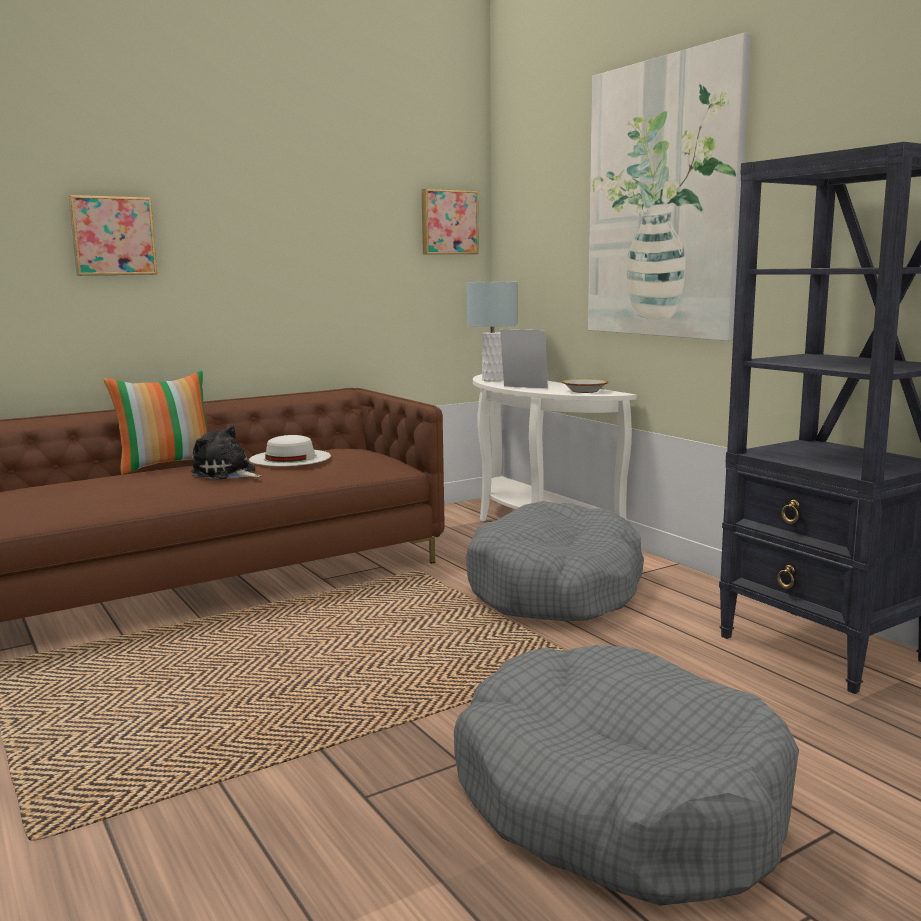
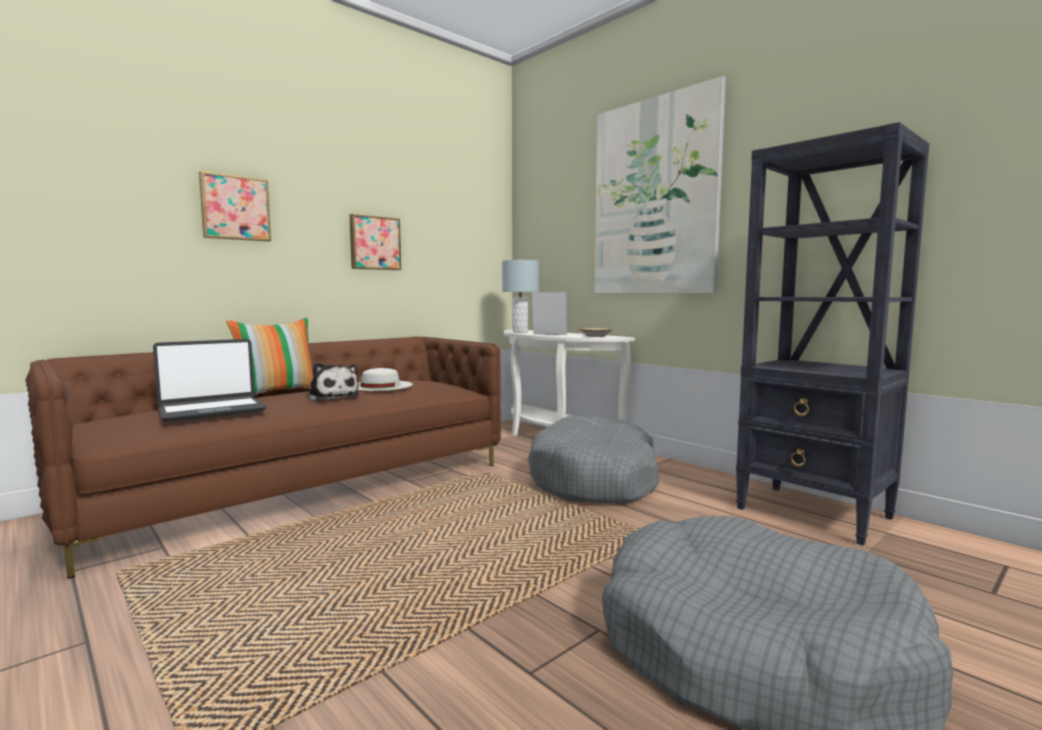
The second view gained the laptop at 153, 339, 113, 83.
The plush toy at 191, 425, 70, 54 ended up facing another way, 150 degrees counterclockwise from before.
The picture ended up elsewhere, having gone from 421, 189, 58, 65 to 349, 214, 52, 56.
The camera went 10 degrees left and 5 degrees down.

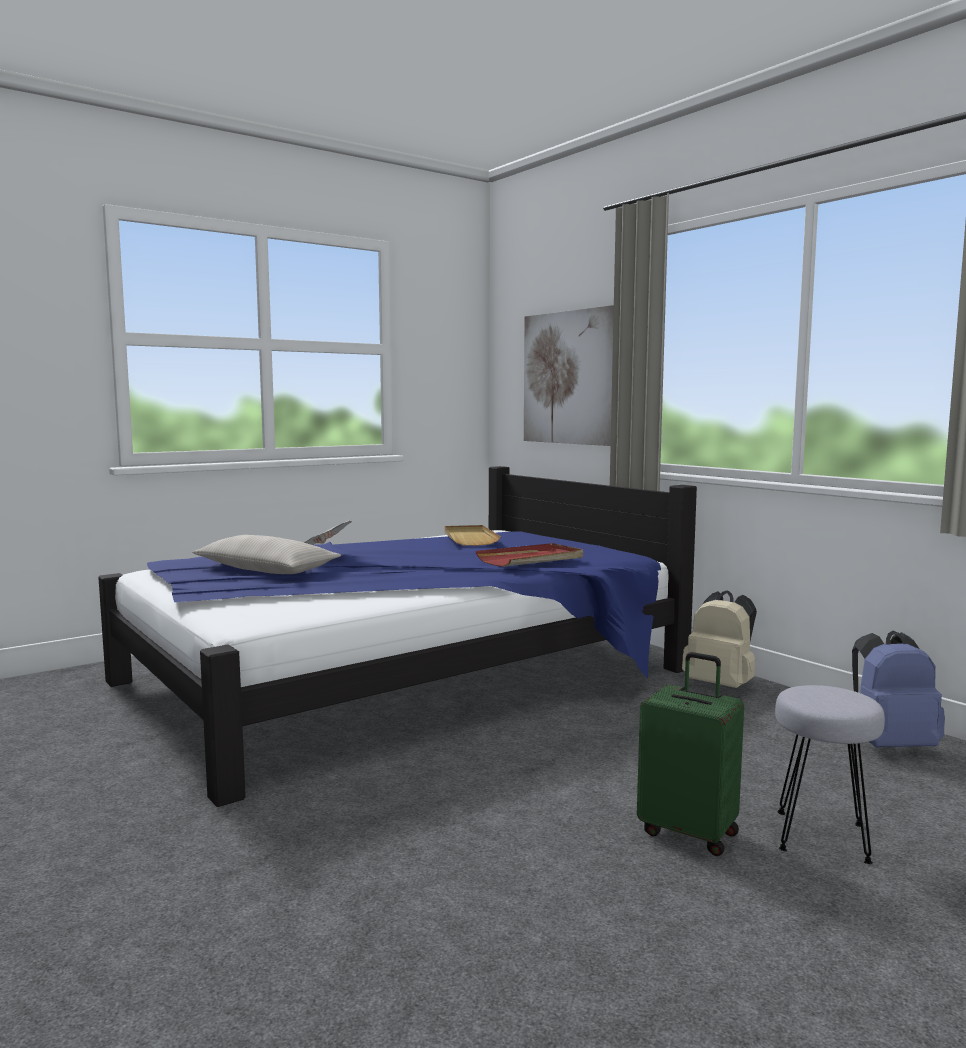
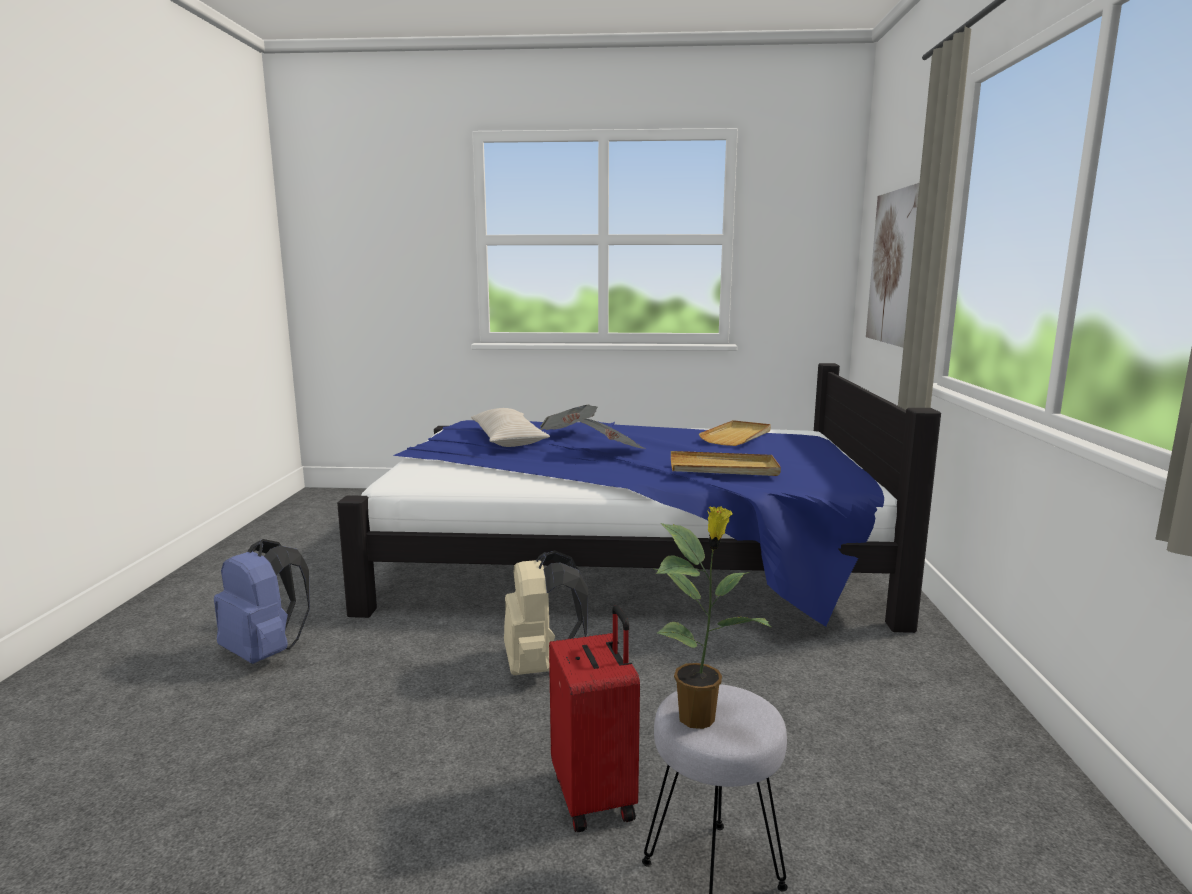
The backpack/blue ended up elsewhere, having gone from 852, 631, 93, 117 to 214, 539, 96, 125.
The backpack/beige ended up elsewhere, having gone from 682, 590, 75, 98 to 504, 550, 84, 125.
What was the suitcase/green at 637, 652, 107, 204 turned into the suitcase/red at 549, 605, 91, 227.
The second view gained the newspaper at 580, 419, 66, 30.
The second view gained the potted plant at 653, 506, 118, 223.
What was the tray/red at 476, 543, 107, 24 turned into the tray/beige at 671, 451, 110, 25.
The camera went 40 degrees right and 5 degrees up.

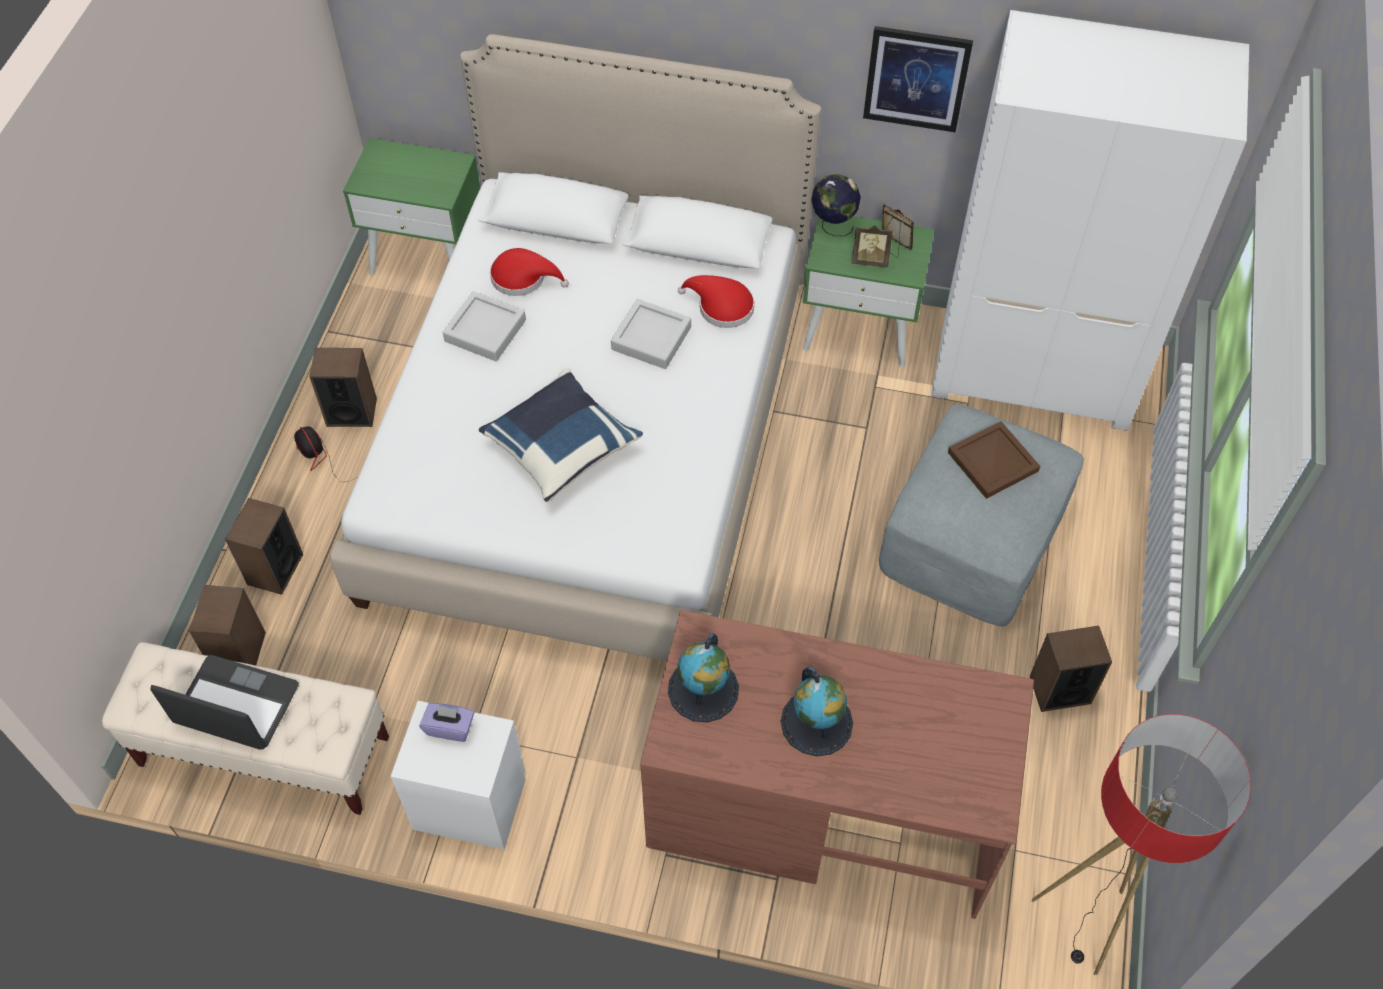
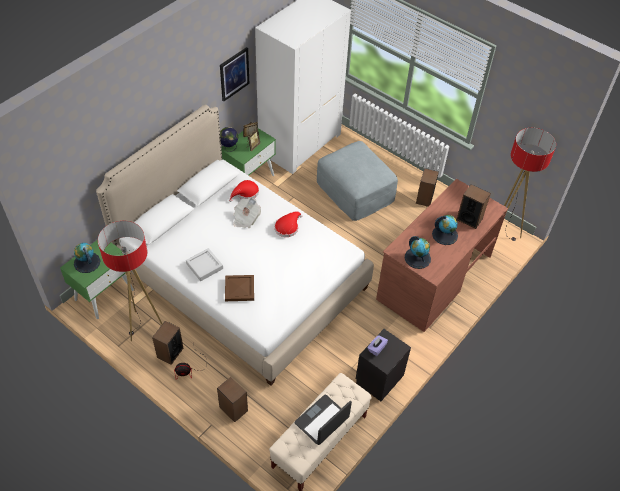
The second view gained the globe at 74, 243, 26, 30.
The second view gained the floor lamp at 98, 221, 64, 120.
The tray/brown ended up elsewhere, having gone from 948, 421, 92, 78 to 225, 275, 29, 26.
Where the tray/grey stood at 611, 299, 80, 70, the newspaper came to stand at 233, 198, 28, 30.
The hat/red ended up elsewhere, having gone from 490, 248, 79, 48 to 275, 211, 27, 26.
What was the nightstand/white at 390, 701, 136, 149 turned into the nightstand/black at 356, 329, 55, 72.
The speaker ended up elsewhere, having gone from 189, 585, 77, 81 to 456, 184, 35, 45.
The second view lost the pillow/blue at 479, 368, 164, 134.
The camera went 65 degrees left and 5 degrees down.

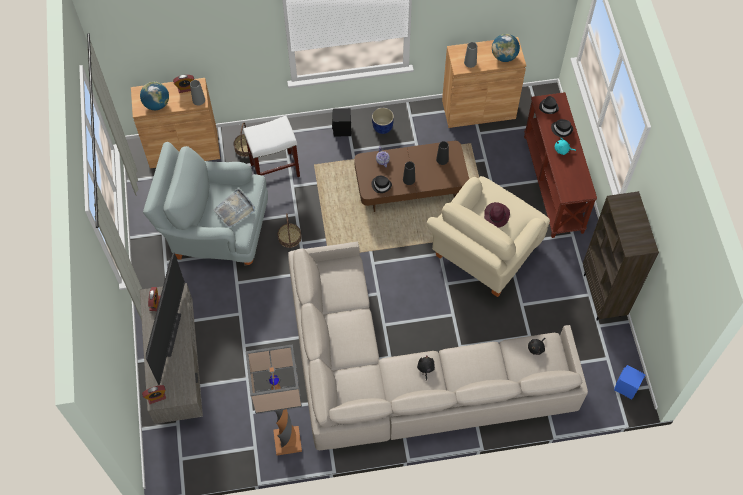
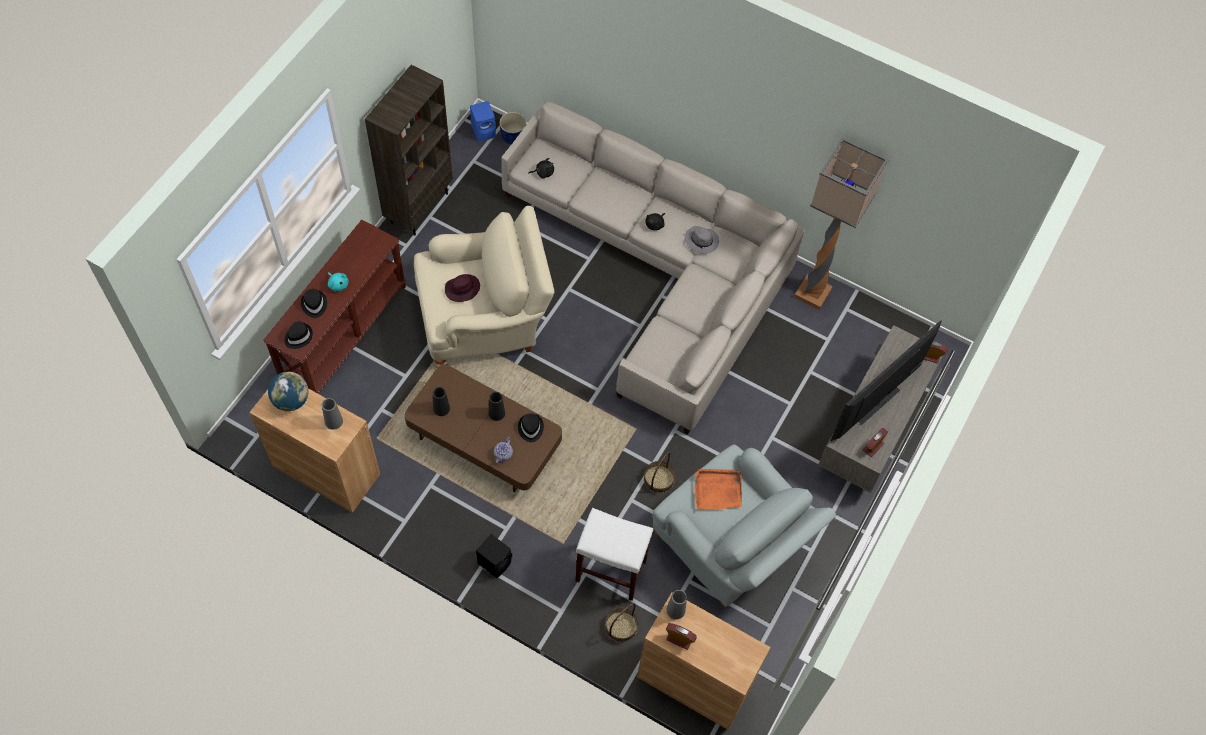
The planter/blue ended up elsewhere, having gone from 372, 108, 22, 26 to 499, 112, 27, 32.
The second view gained the hat/grey at 685, 226, 34, 28.
What was the tray/grey at 214, 188, 41, 39 turned into the tray/orange at 694, 469, 48, 41.
The second view lost the globe at 140, 82, 29, 28.
The camera went 145 degrees left and 0 degrees up.

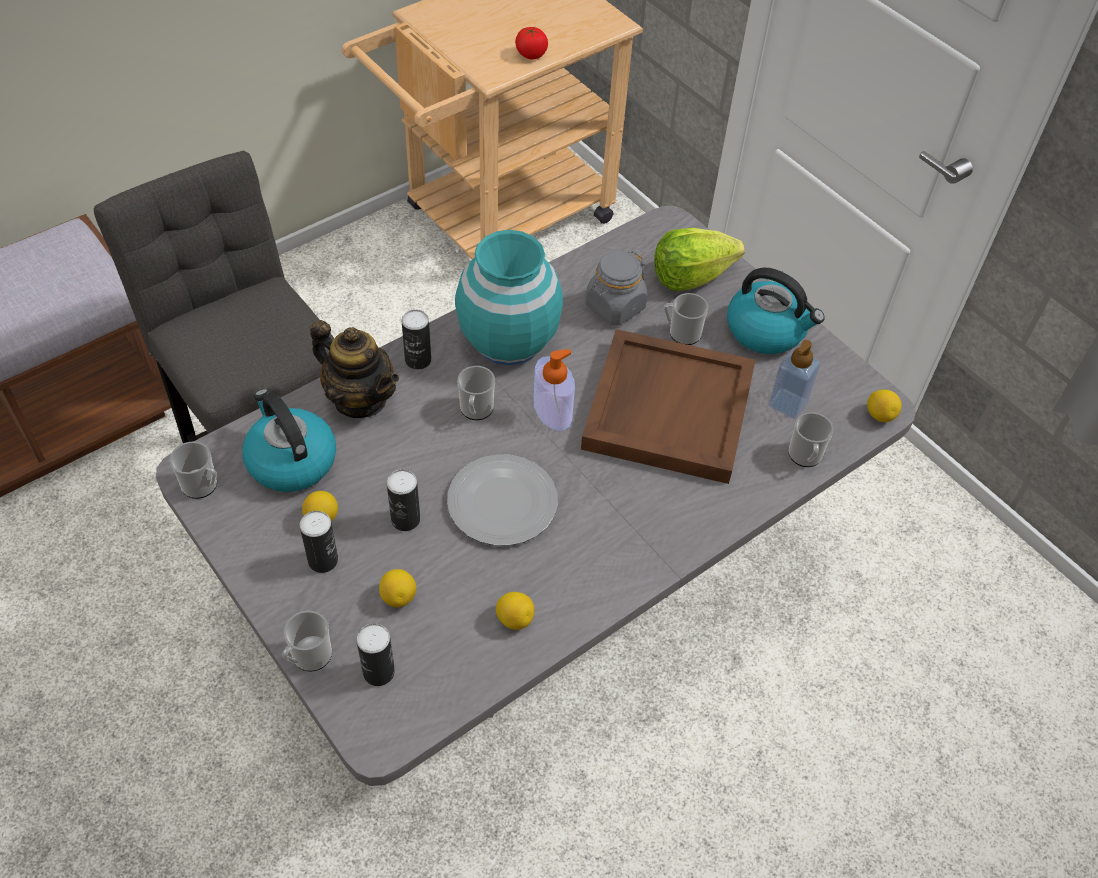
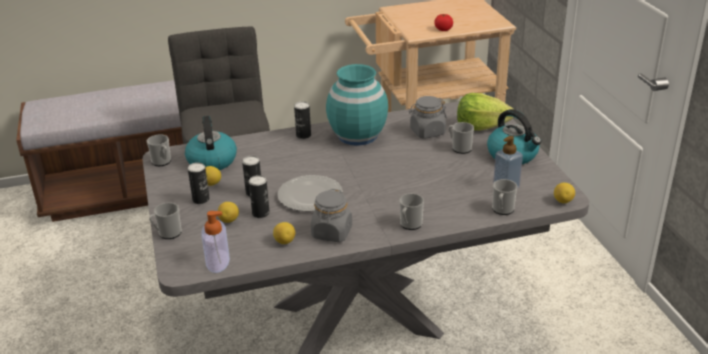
The soap dispenser ended up elsewhere, having gone from 534, 349, 41, 82 to 201, 211, 29, 62.
The can ended up elsewhere, having gone from 356, 624, 39, 62 to 249, 175, 21, 43.
The second view gained the jar/grey at 311, 189, 41, 53.
The mug ended up elsewhere, having gone from 457, 366, 38, 54 to 399, 193, 25, 37.
The second view lost the teapot at 310, 320, 89, 98.
The second view lost the tray/brown at 581, 329, 174, 155.
The camera went 25 degrees right and 20 degrees down.

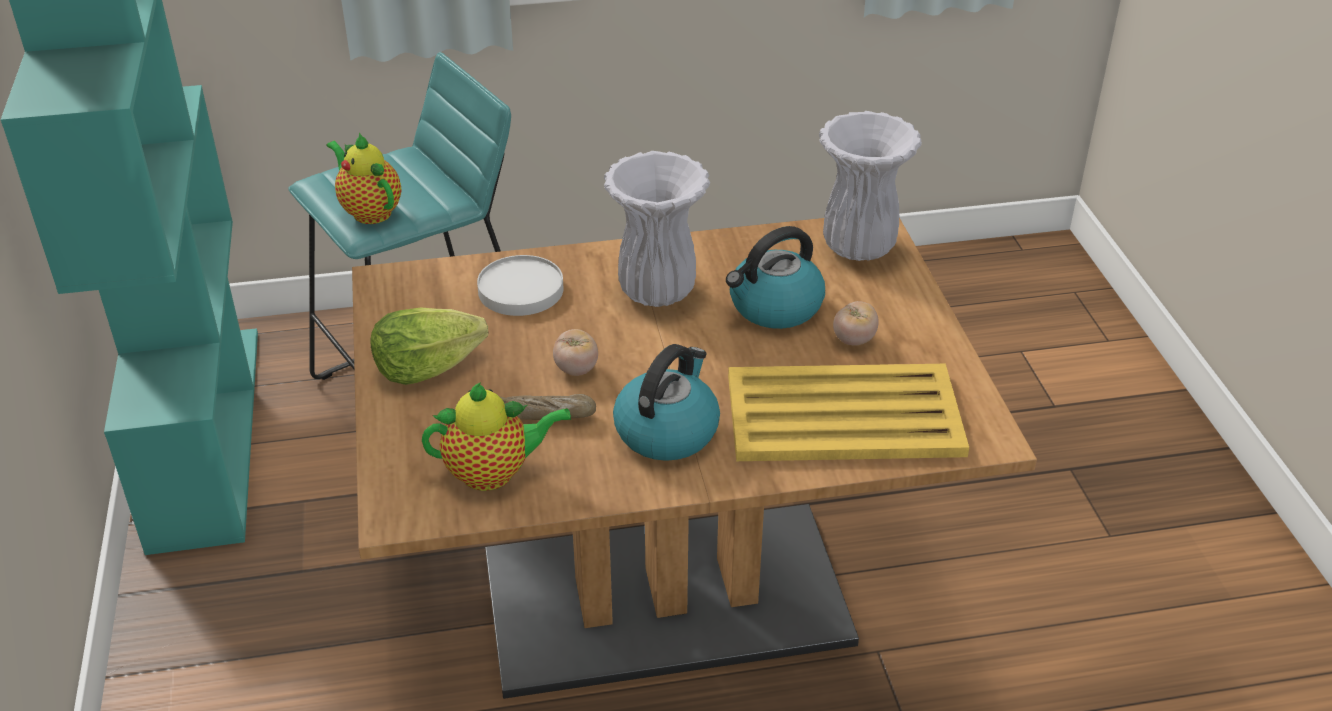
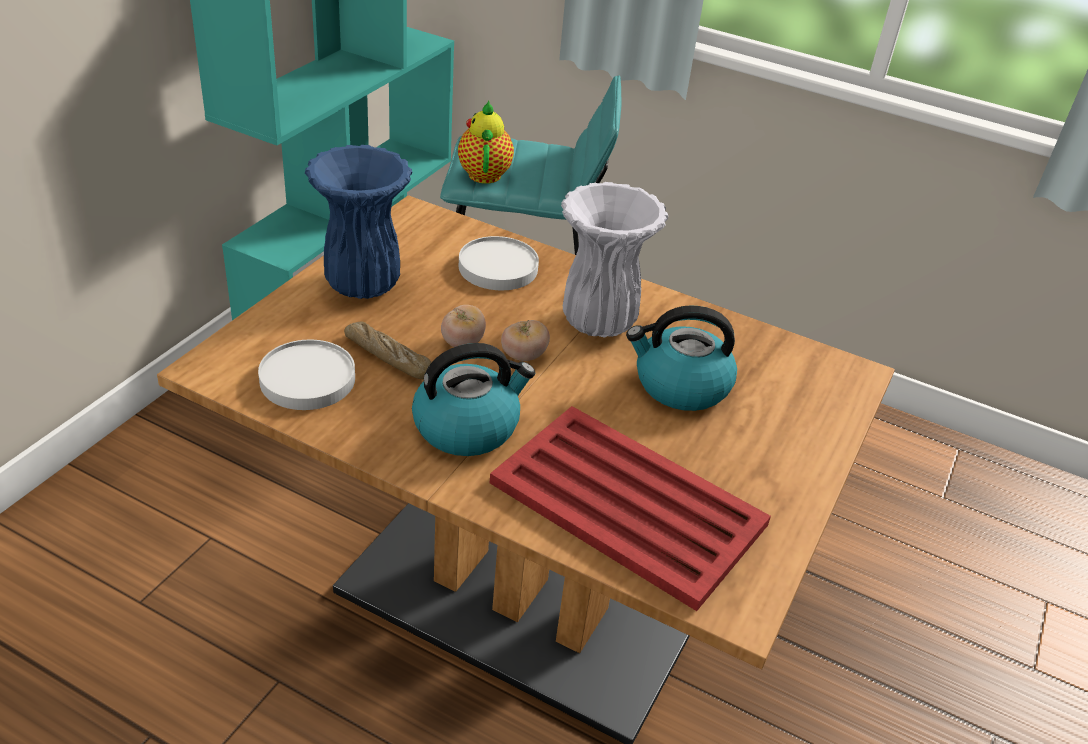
Where the teapot stood at 422, 382, 149, 109, the plate/white came to stand at 258, 340, 97, 70.
Where the lettuce stood at 370, 308, 118, 77, the vase/blue came to stand at 305, 145, 108, 154.
What was the tray/yellow at 728, 364, 241, 97 turned into the tray/red at 490, 406, 281, 205.
The tomato ended up elsewhere, having gone from 833, 301, 46, 45 to 501, 320, 49, 41.
The second view lost the vase/white at 819, 111, 103, 150.
The camera went 35 degrees right and 0 degrees up.

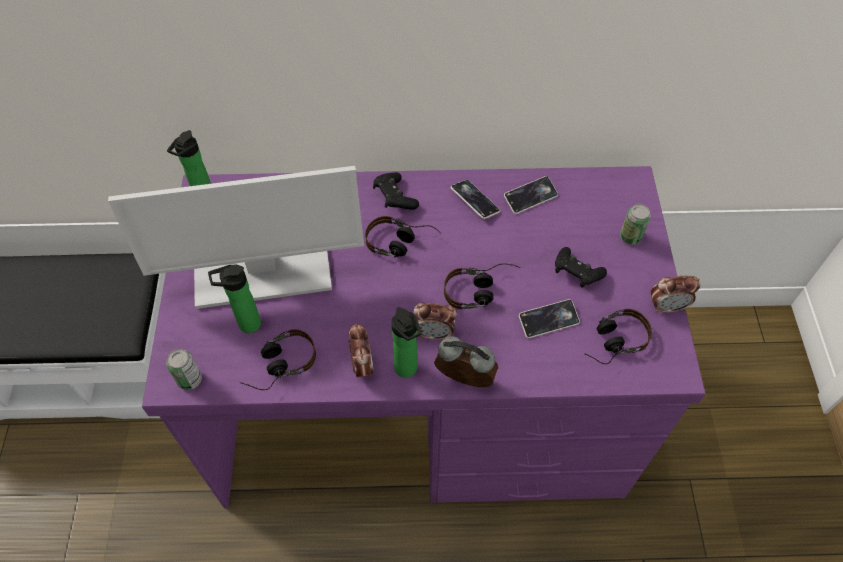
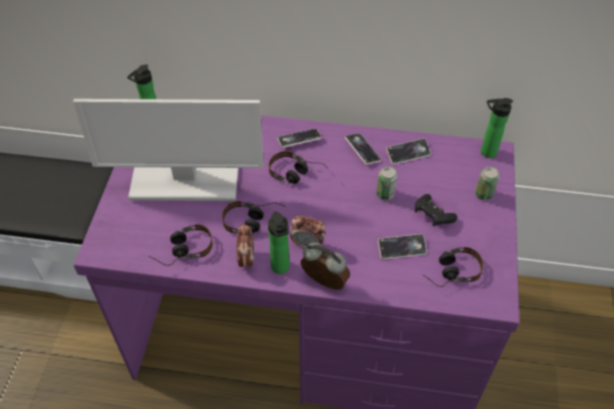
The headphones ended up elsewhere, having gone from 444, 263, 77, 46 to 222, 201, 64, 32.
Where the game controller/black stood at 373, 172, 46, 38, the phone came to stand at 277, 128, 45, 20.
The can ended up elsewhere, having gone from 166, 349, 36, 41 to 376, 166, 21, 34.
The bottle ended up elsewhere, having gone from 208, 264, 53, 69 to 481, 98, 32, 60.
The second view lost the alarm clock at 651, 276, 49, 37.
The camera went 10 degrees right and 5 degrees down.

